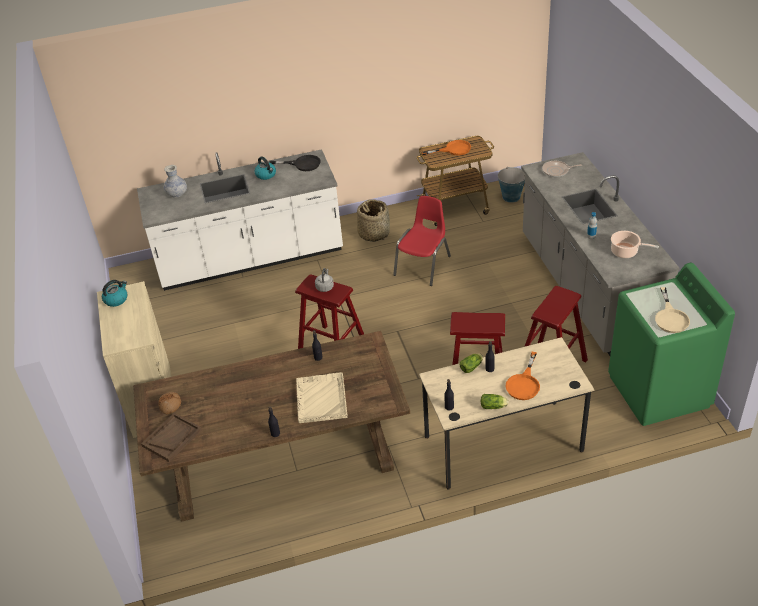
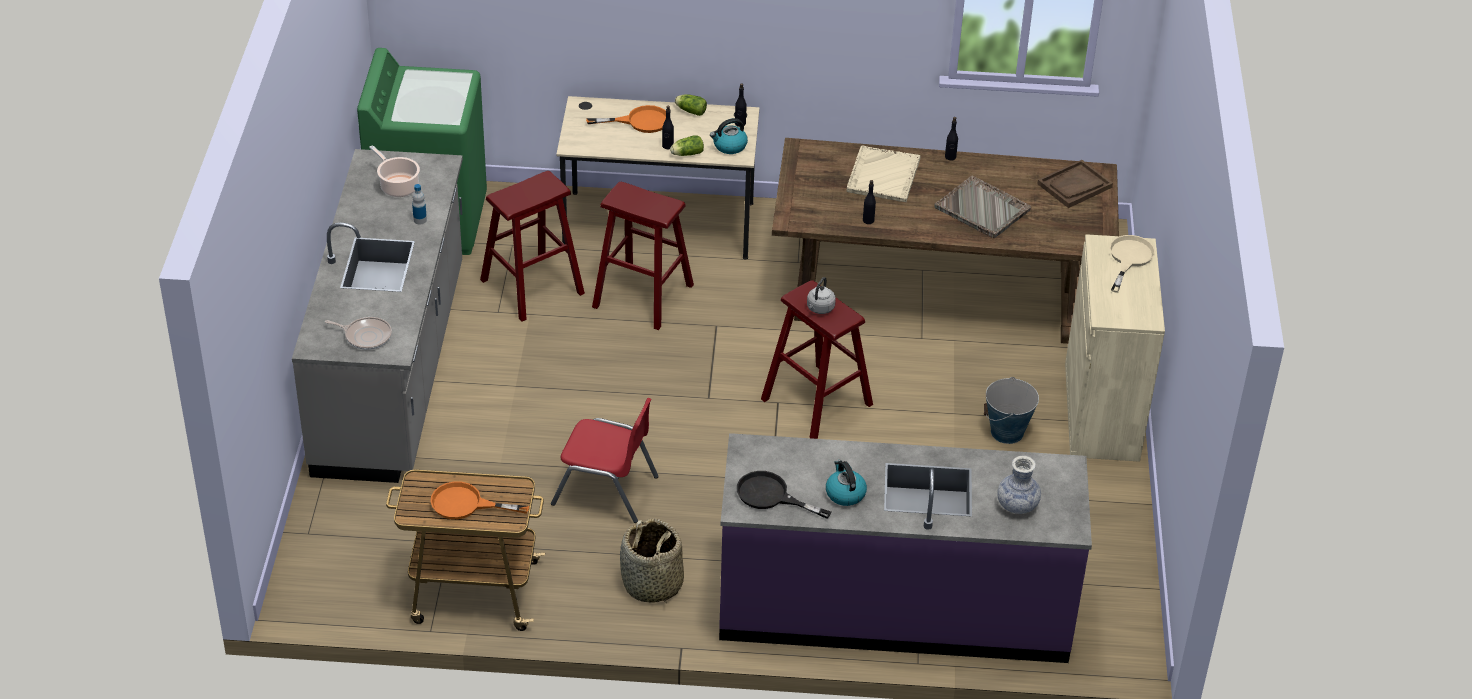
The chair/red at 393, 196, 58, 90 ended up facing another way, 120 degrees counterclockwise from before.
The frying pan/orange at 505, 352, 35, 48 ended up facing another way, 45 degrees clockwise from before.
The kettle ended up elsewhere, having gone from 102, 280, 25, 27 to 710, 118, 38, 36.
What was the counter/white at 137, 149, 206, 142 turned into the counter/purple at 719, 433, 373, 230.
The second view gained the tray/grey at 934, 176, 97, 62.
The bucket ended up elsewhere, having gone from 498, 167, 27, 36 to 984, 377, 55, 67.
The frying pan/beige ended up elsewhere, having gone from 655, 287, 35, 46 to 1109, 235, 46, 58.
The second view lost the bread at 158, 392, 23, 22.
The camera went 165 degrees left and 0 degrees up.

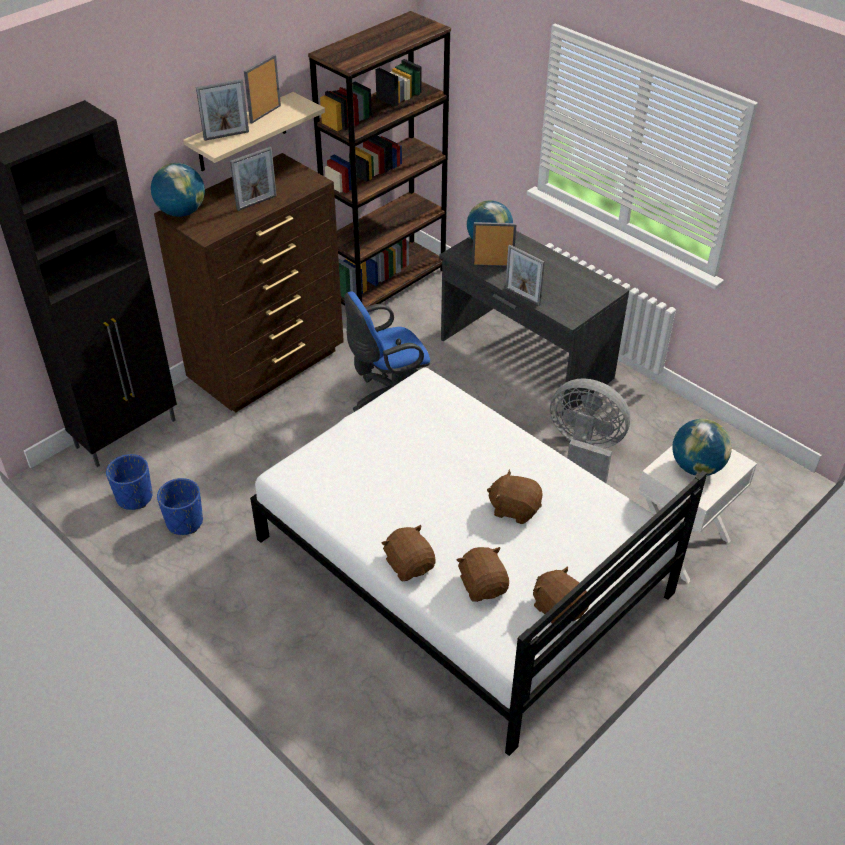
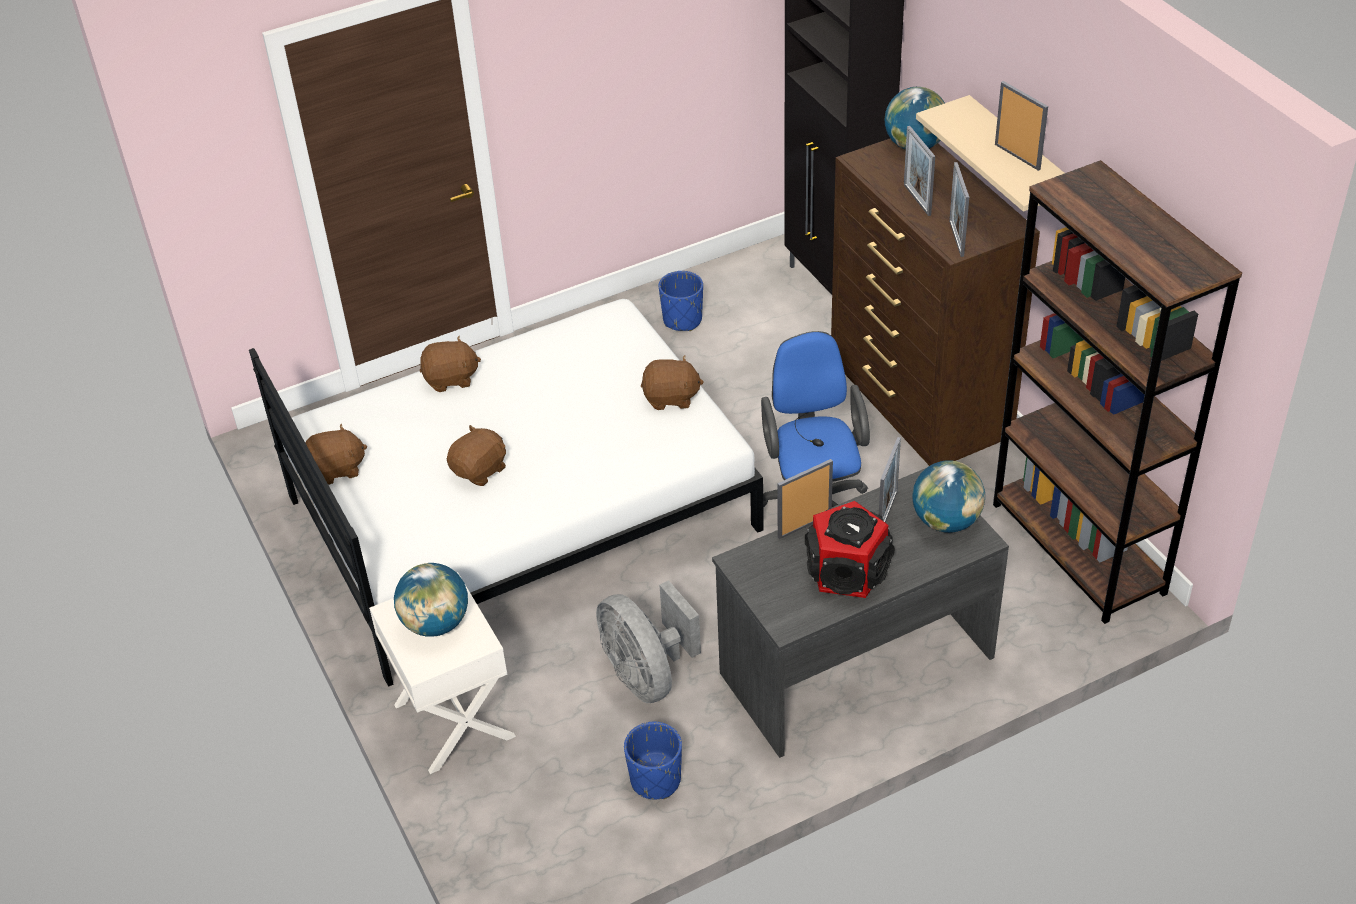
The fan/grey at 550, 378, 80, 105 ended up facing another way, 105 degrees clockwise from before.
The planter/blue ended up elsewhere, having gone from 106, 454, 46, 56 to 624, 722, 58, 77.
The plush toy/brown ended up elsewhere, having gone from 457, 547, 52, 55 to 641, 355, 63, 55.
The second view gained the speaker at 805, 501, 90, 97.
The picture frame ended up elsewhere, having gone from 196, 79, 53, 62 to 949, 162, 20, 95.
The camera went 110 degrees right and 0 degrees up.

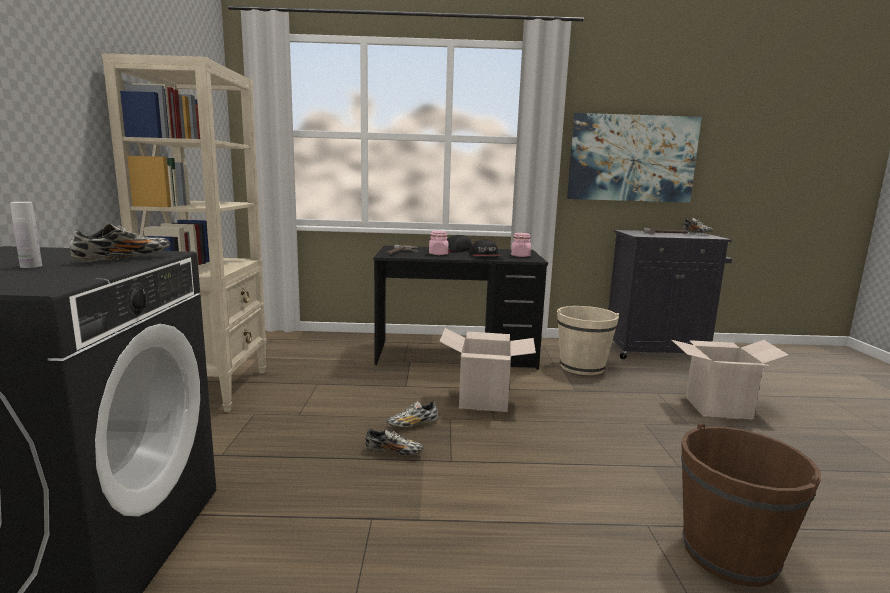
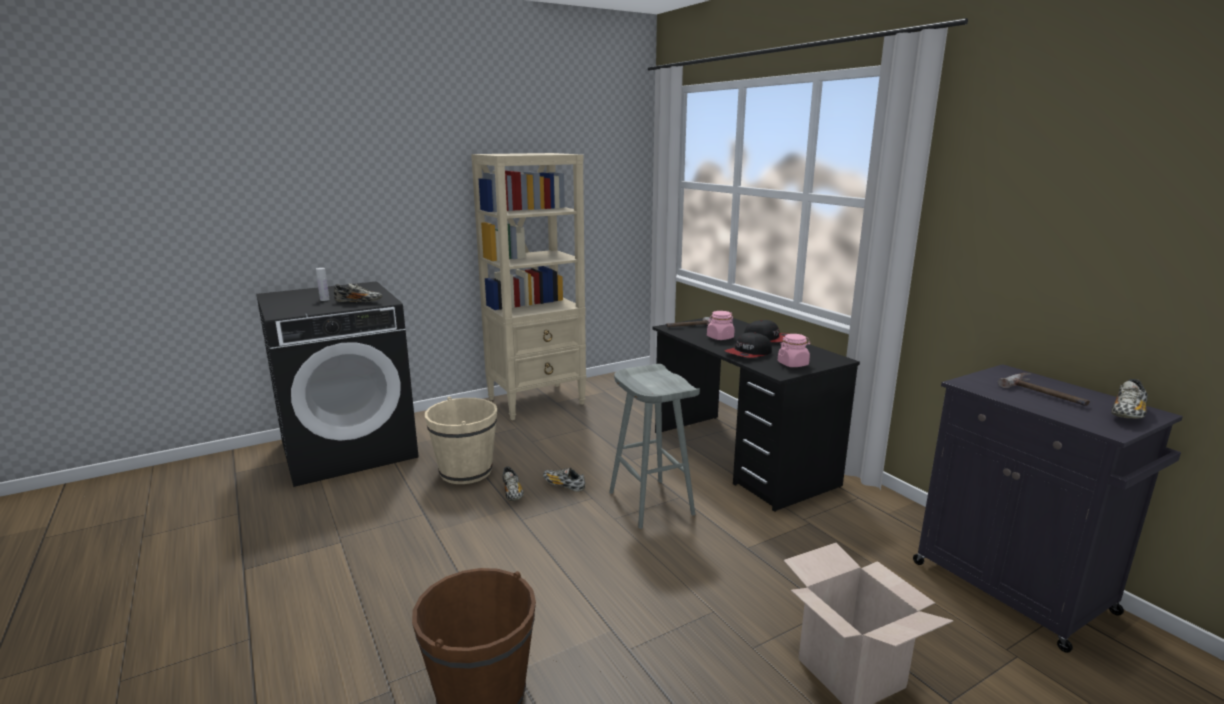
The bucket/beige ended up elsewhere, having gone from 557, 306, 62, 69 to 425, 397, 72, 87.
Where the cardboard box stood at 439, 328, 97, 84, the stool/grey came to stand at 609, 364, 91, 165.
The second view lost the picture at 567, 113, 135, 90.
The camera went 60 degrees right and 5 degrees up.

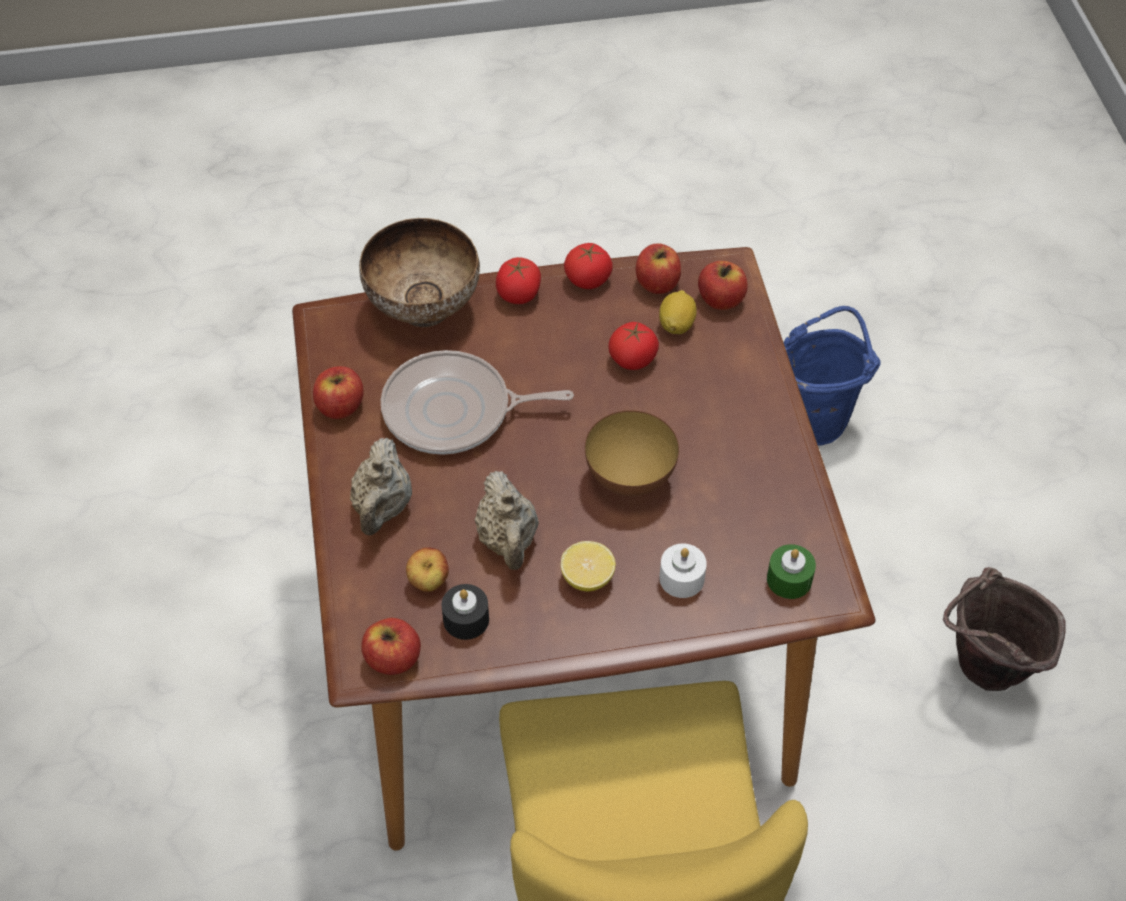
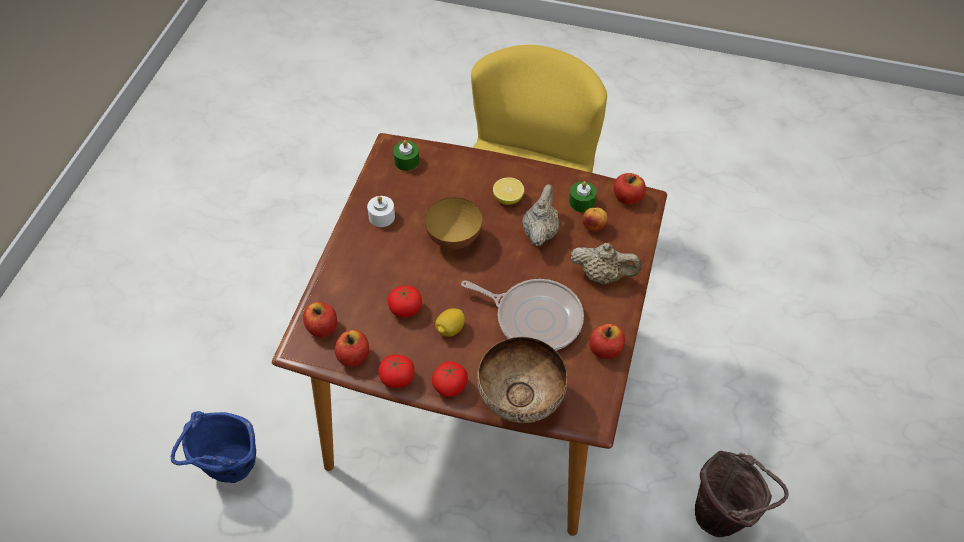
The candle/white ended up elsewhere, having gone from 659, 543, 48, 55 to 367, 196, 28, 31.
The lemon ended up elsewhere, having gone from 659, 290, 38, 44 to 435, 309, 30, 28.
What was the candle/black at 442, 584, 47, 56 turned into the candle/green at 569, 181, 28, 31.
The teapot/beige at 350, 438, 62, 98 ended up facing another way, 75 degrees clockwise from before.
The bucket/brown ended up elsewhere, having gone from 943, 567, 123, 124 to 695, 451, 94, 86.
The camera went 155 degrees left and 0 degrees up.

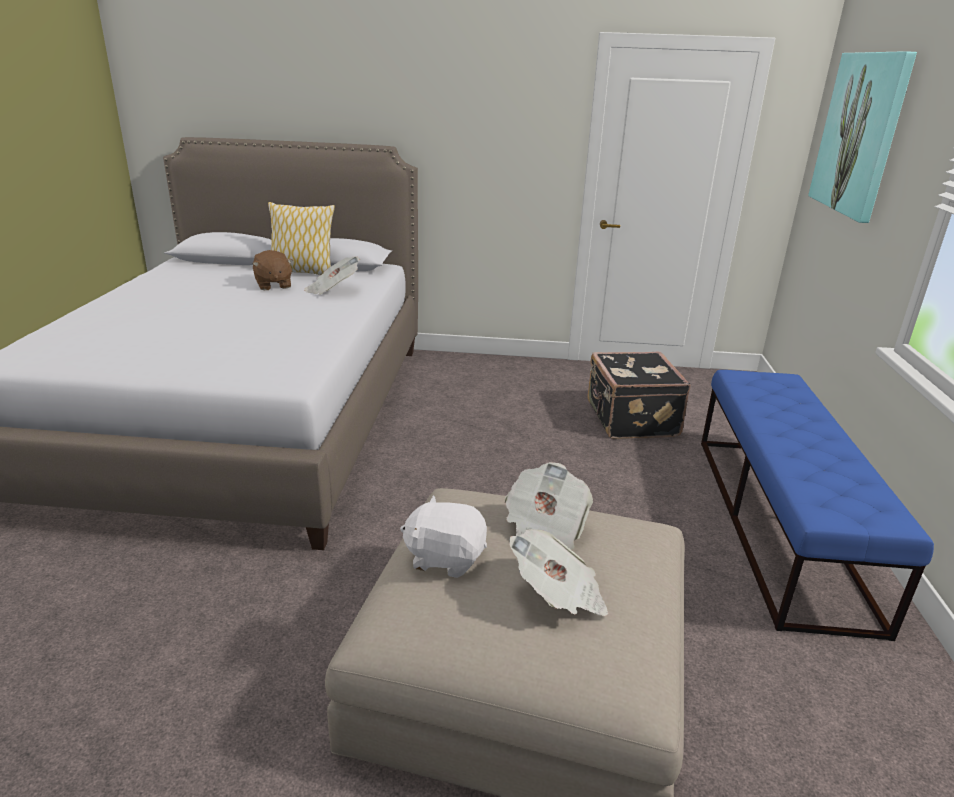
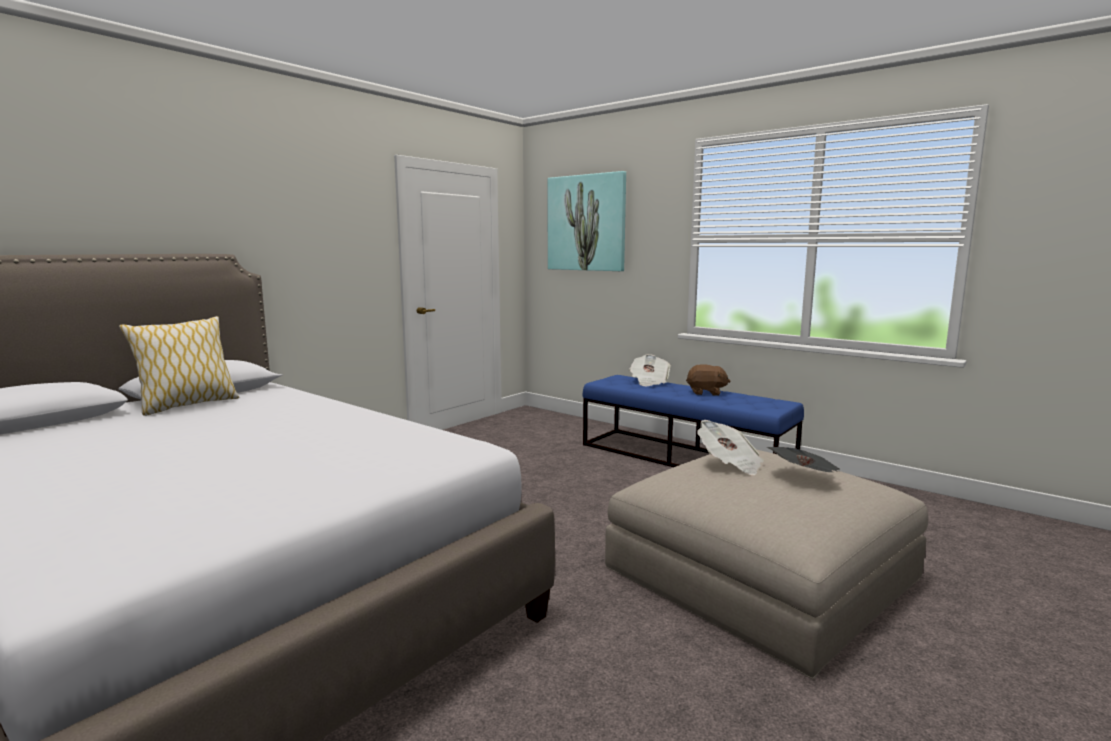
The newspaper ended up elsewhere, having gone from 304, 256, 56, 39 to 629, 354, 42, 32.
The plush toy/brown ended up elsewhere, having gone from 253, 250, 40, 40 to 686, 364, 44, 32.
The second view lost the plush toy/white at 400, 495, 87, 83.
The second view lost the suitcase/black at 588, 352, 103, 87.
The camera went 55 degrees left and 15 degrees down.

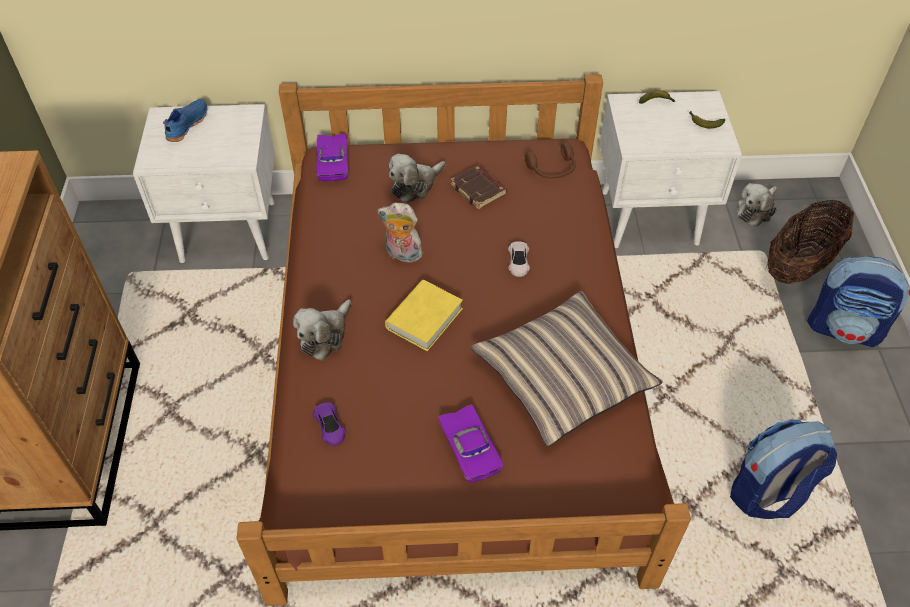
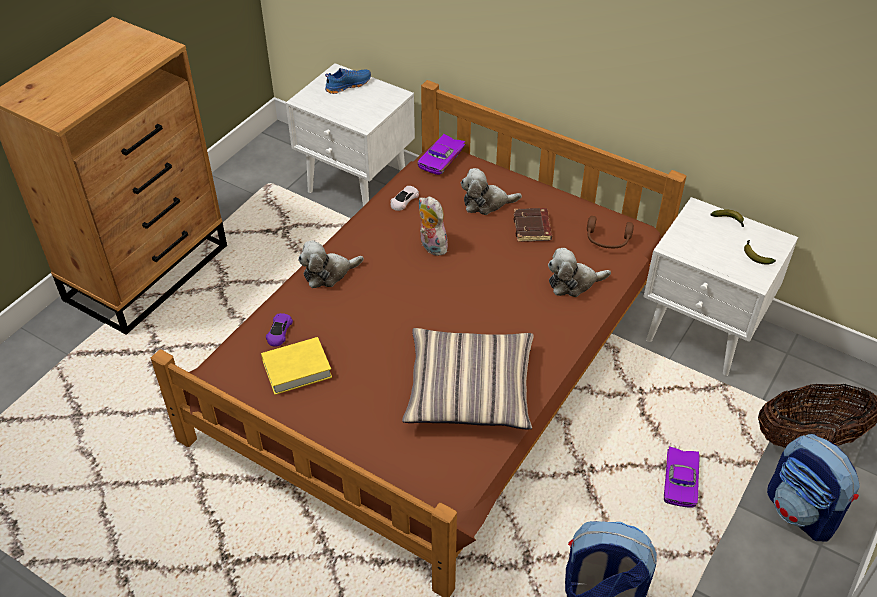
The book/yellow ended up elsewhere, having gone from 385, 280, 78, 71 to 261, 337, 71, 58.
The toy car/white ended up elsewhere, having gone from 508, 241, 22, 36 to 390, 186, 29, 25.
The plush toy ended up elsewhere, having gone from 737, 183, 40, 44 to 548, 248, 63, 49.
The toy car/purple ended up elsewhere, having gone from 438, 404, 65, 79 to 664, 446, 35, 62.
The camera went 35 degrees right and 5 degrees down.

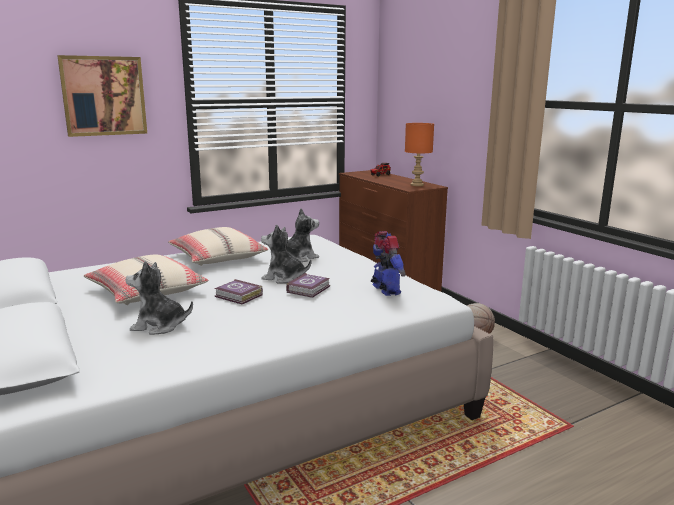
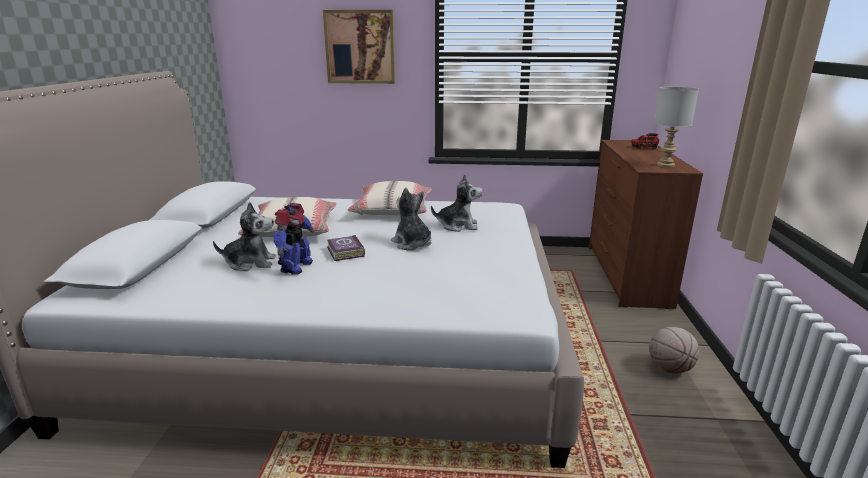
The plush toy at 125, 261, 68, 74 ended up facing another way, 135 degrees clockwise from before.
The toy robot ended up elsewhere, having gone from 371, 231, 35, 65 to 274, 203, 41, 72.
What was the table lamp/orange at 405, 123, 29, 63 turned into the table lamp/grey at 654, 87, 45, 80.
The second view lost the book at 286, 273, 44, 25.
The camera went 35 degrees right and 5 degrees up.

